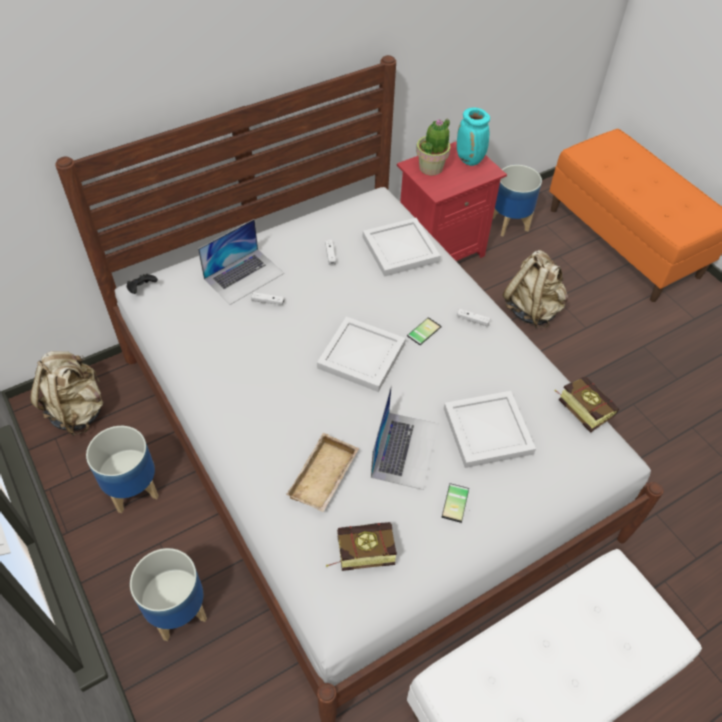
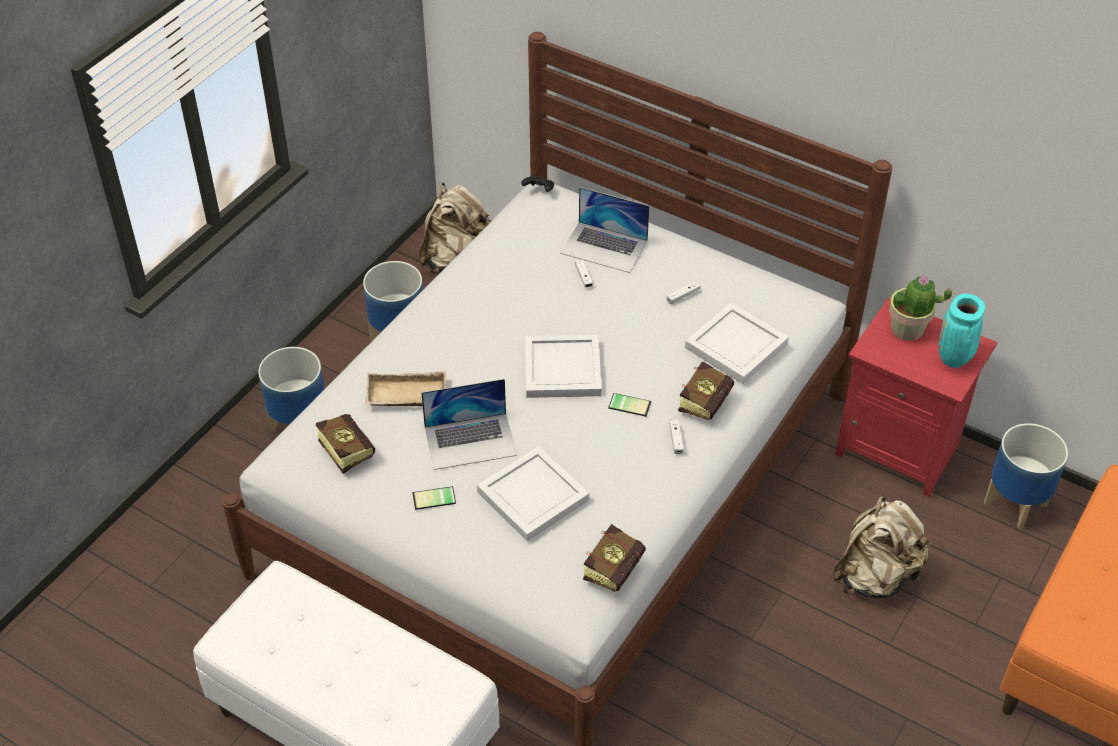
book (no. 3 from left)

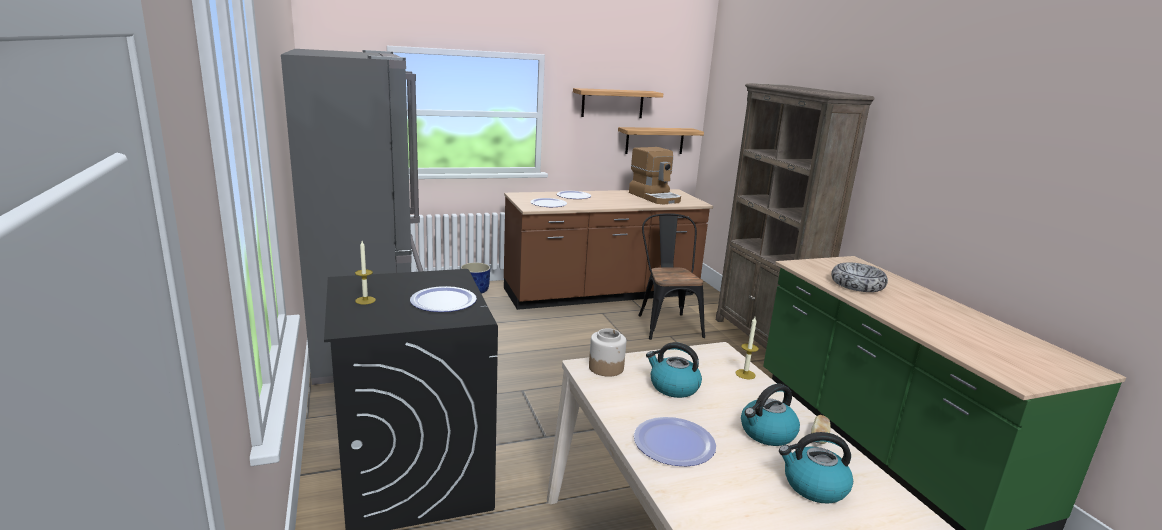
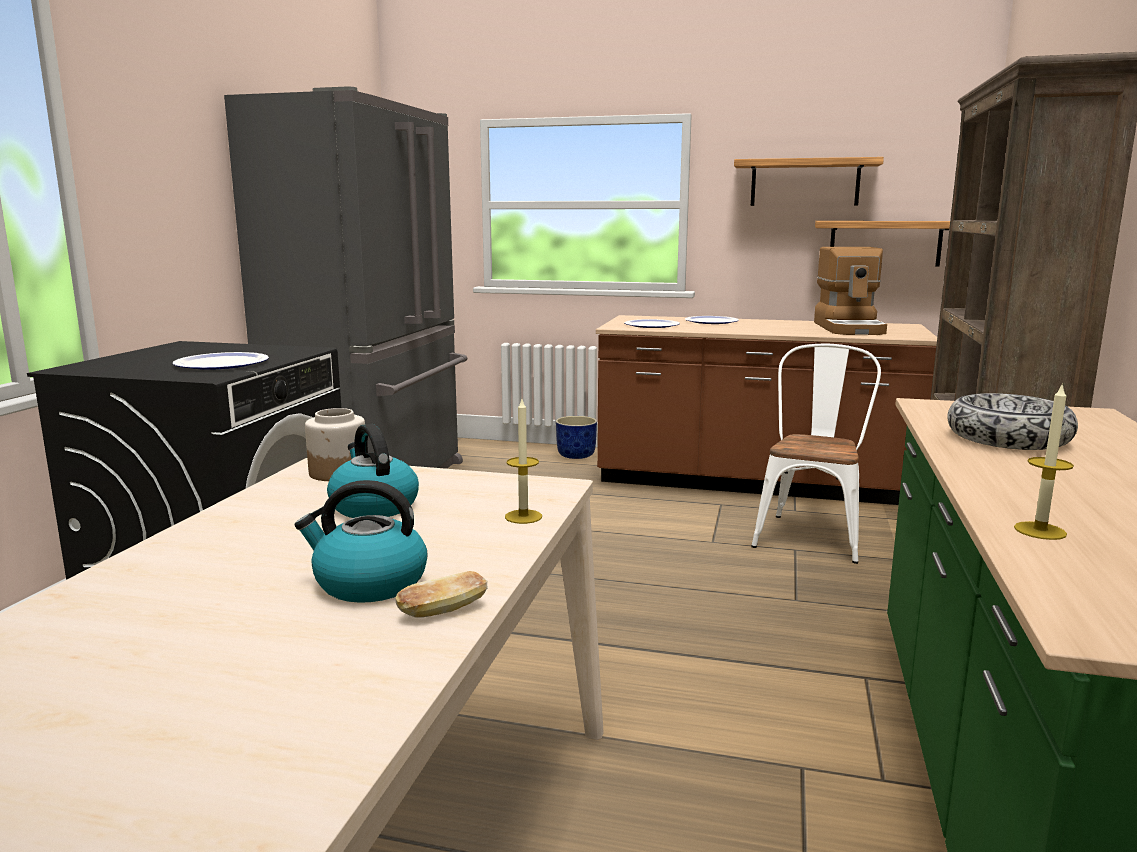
candle (no. 2 from left)
plate (no. 4 from left in the first image)
white chair
kettle (no. 3 from left in the first image)

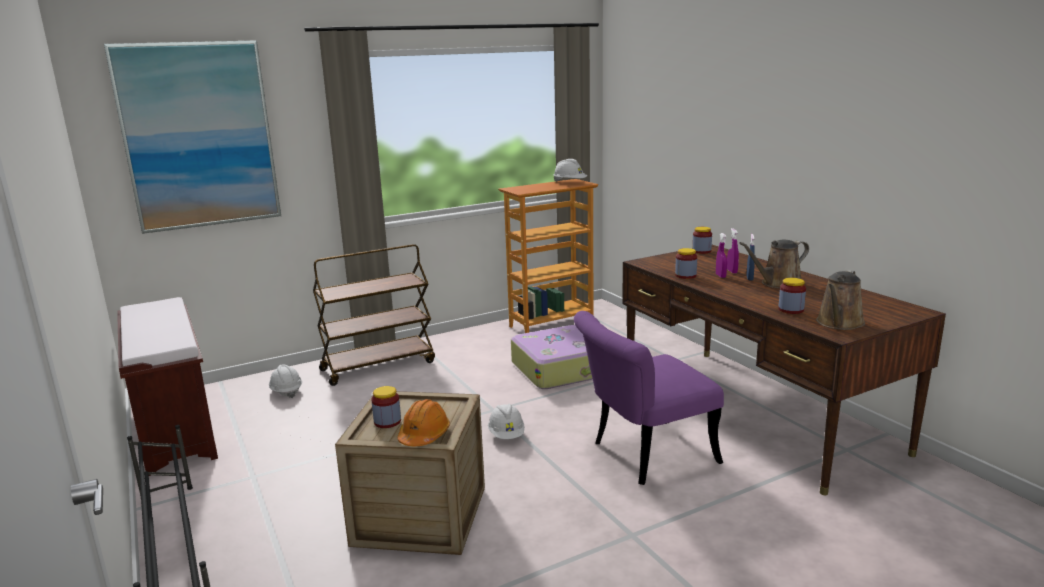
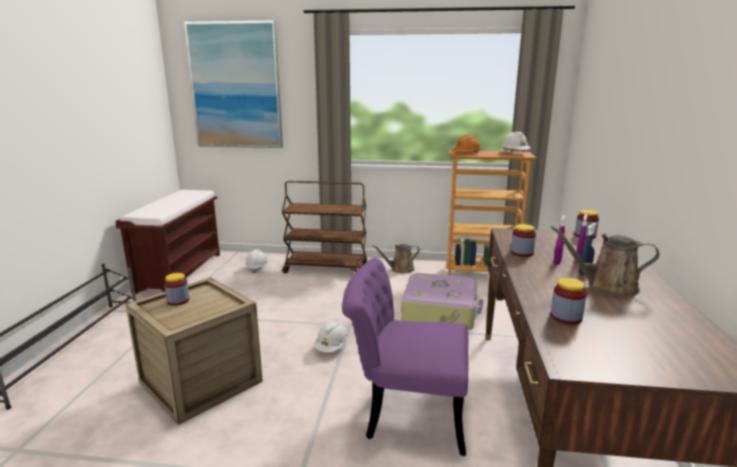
orange hard hat
brown watering can (no. 1 from left)

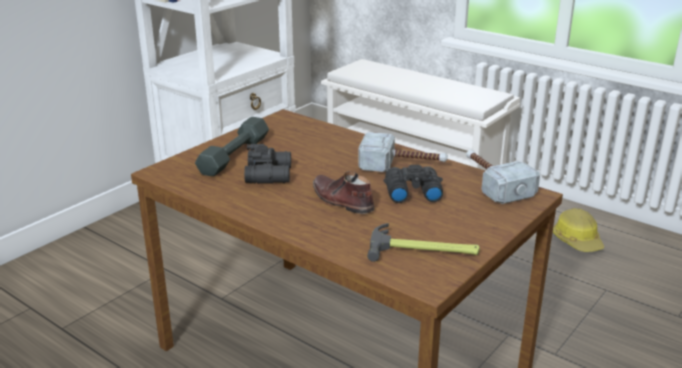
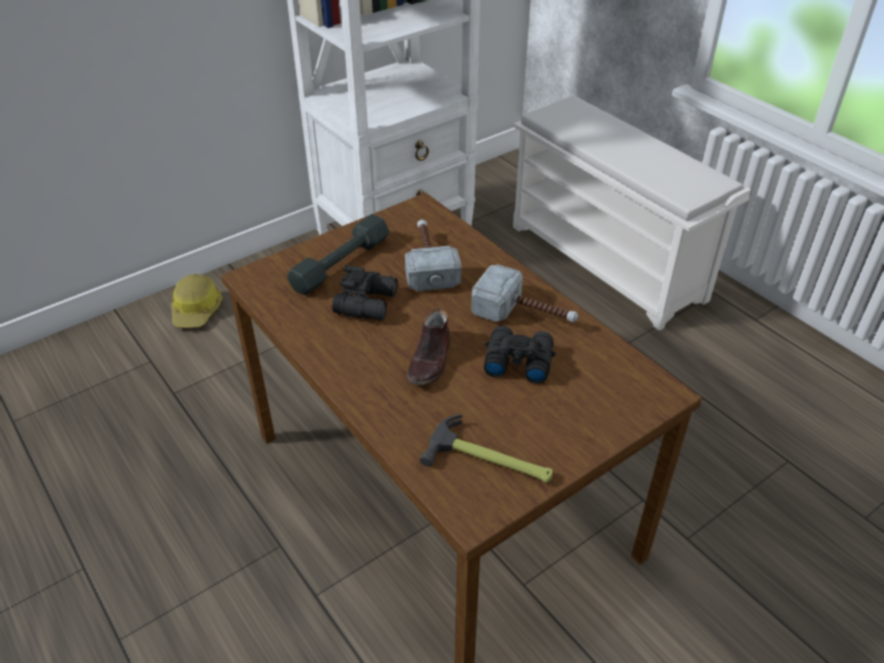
brown shoe
hammer (no. 1 from left)
hard hat

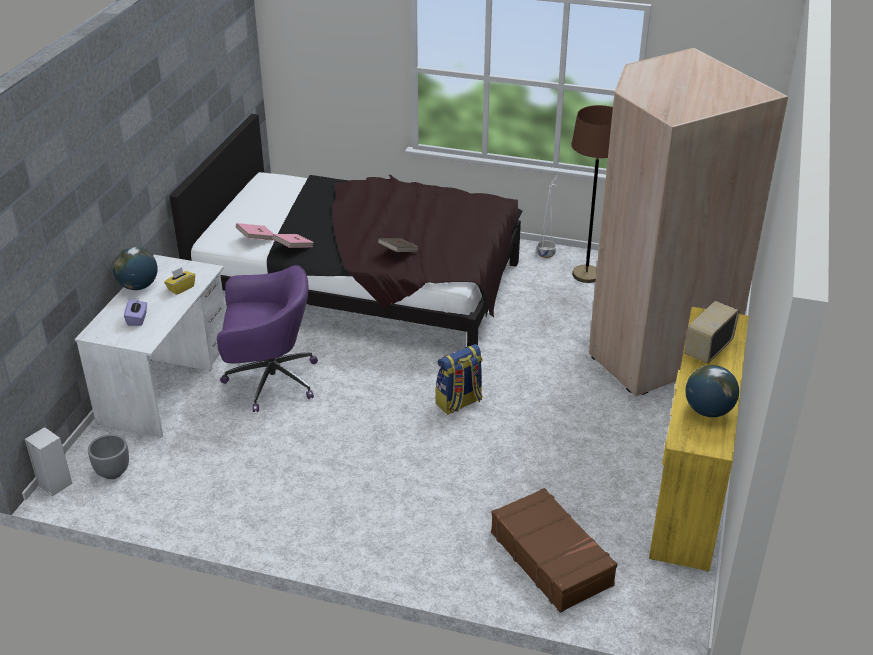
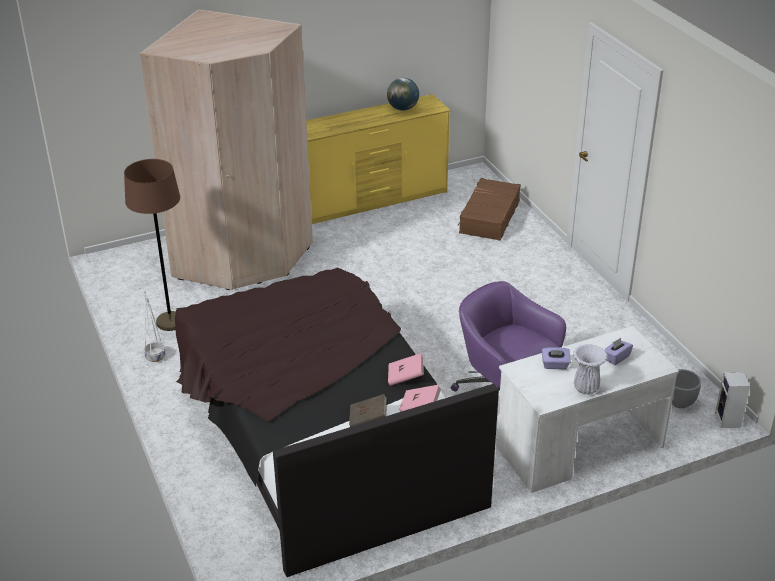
white vase
purple tissue box (no. 1 from left)
brown book
backpack
radio

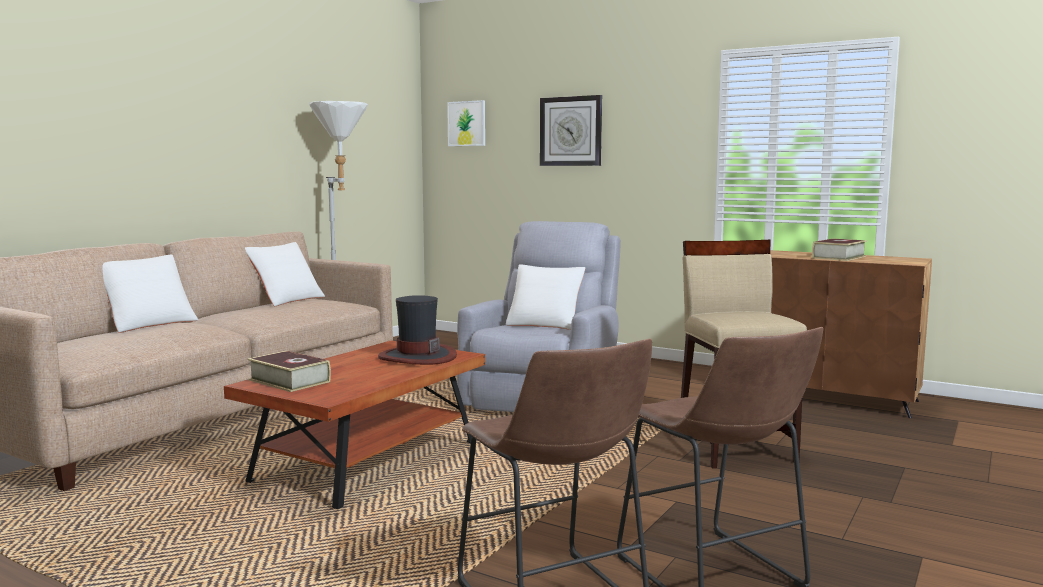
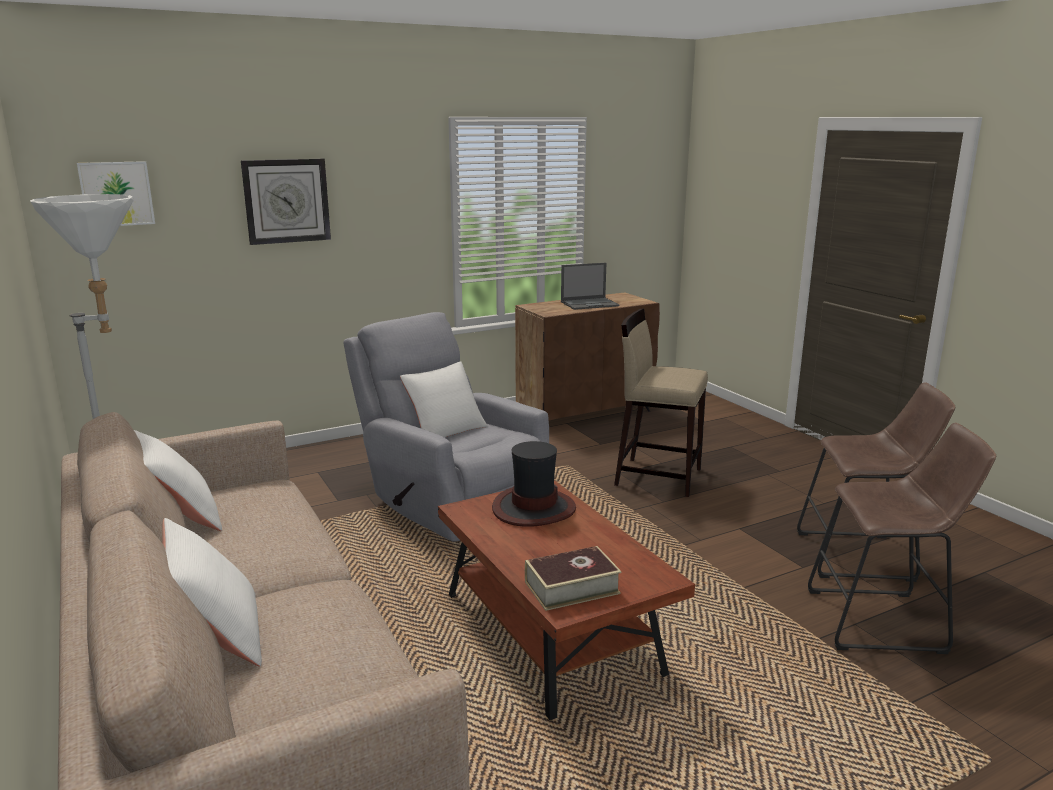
laptop

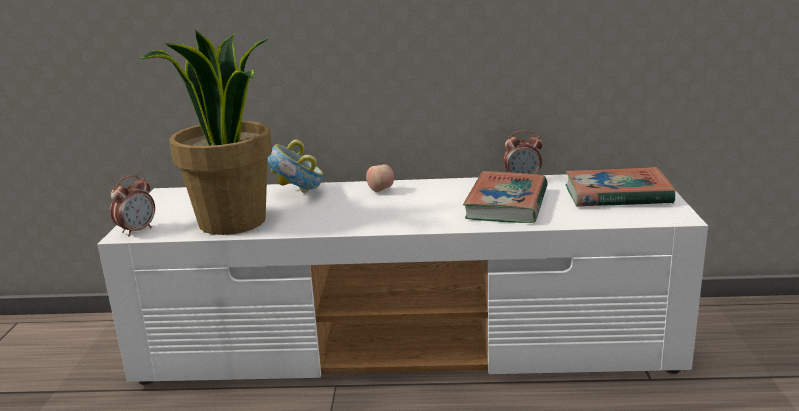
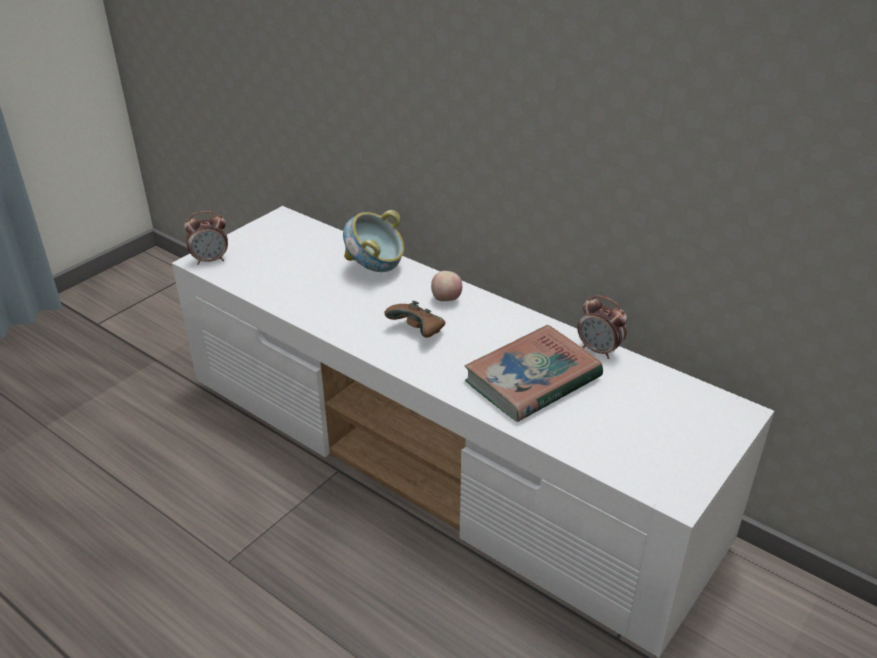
potted plant
book (no. 2 from left in the first image)
brown game controller

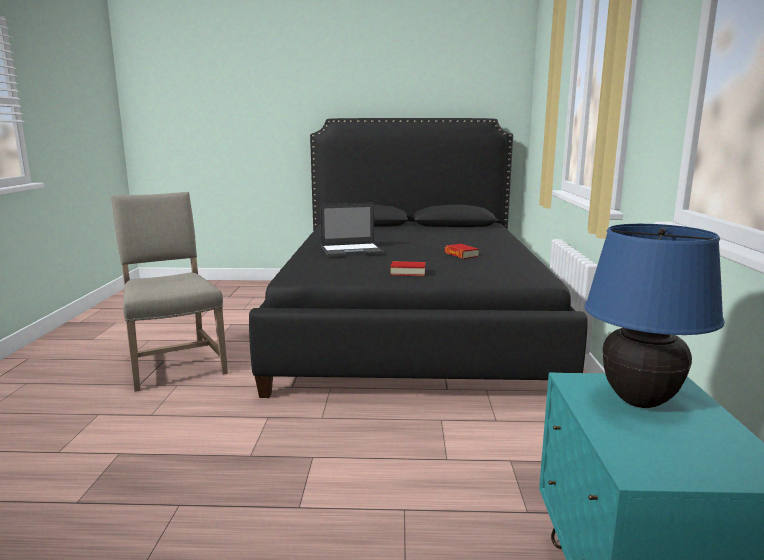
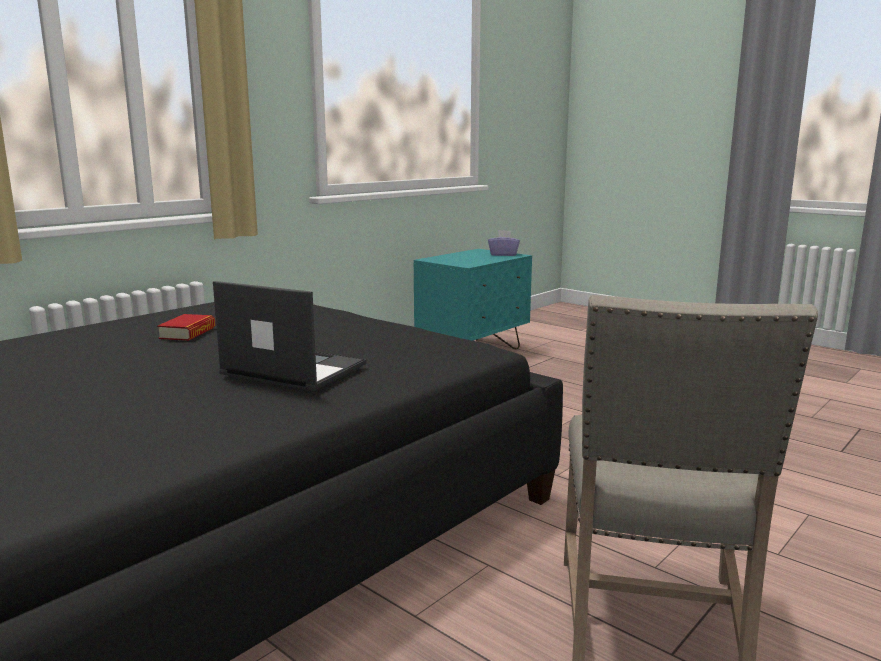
book (no. 1 from left in the first image)
blue table lamp
purple tissue box

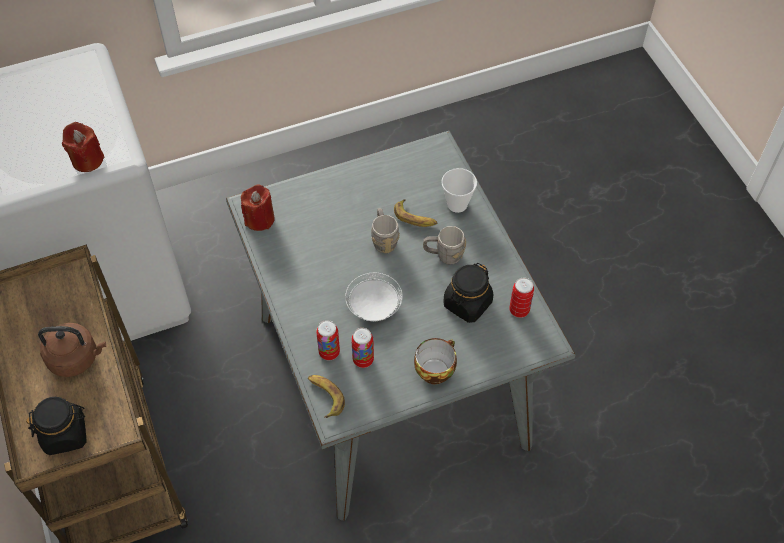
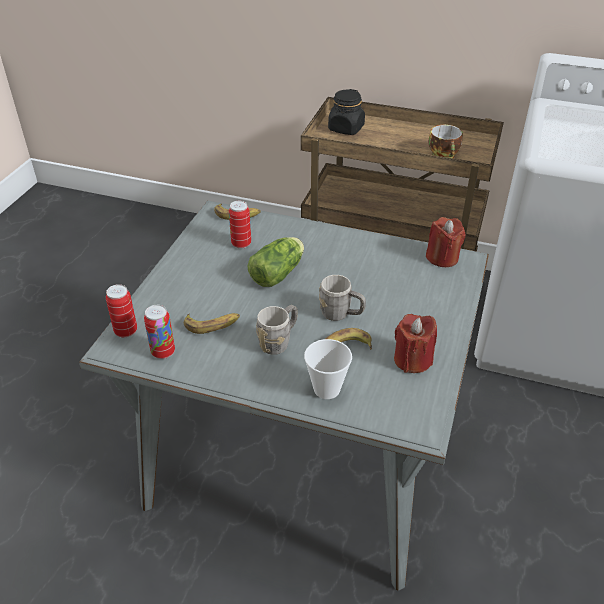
brown kettle
red candle (no. 1 from left)
can (no. 1 from left)
lettuce
cup (no. 2 from left)
banana (no. 1 from left)

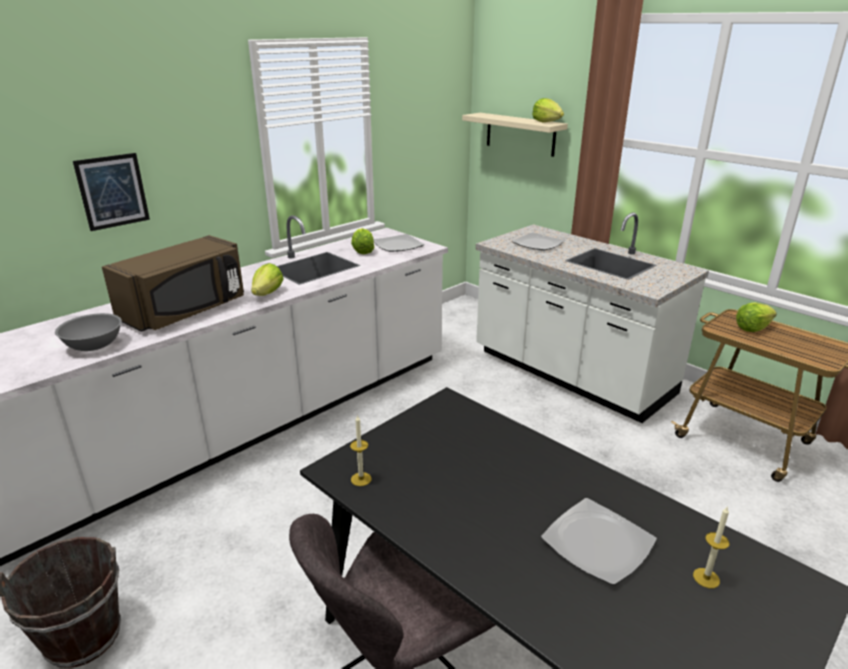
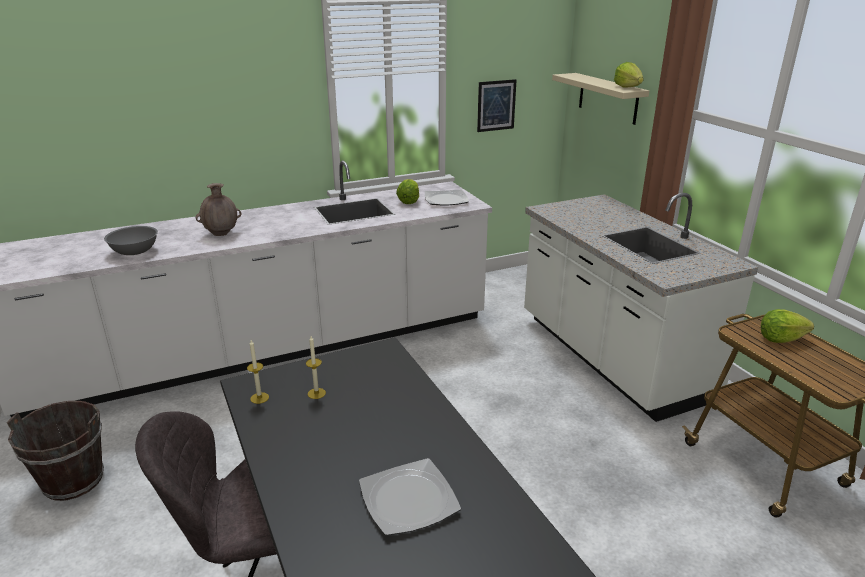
picture
brown vase
lettuce (no. 1 from left in the first image)
plate (no. 2 from left in the first image)
candle (no. 2 from left)

